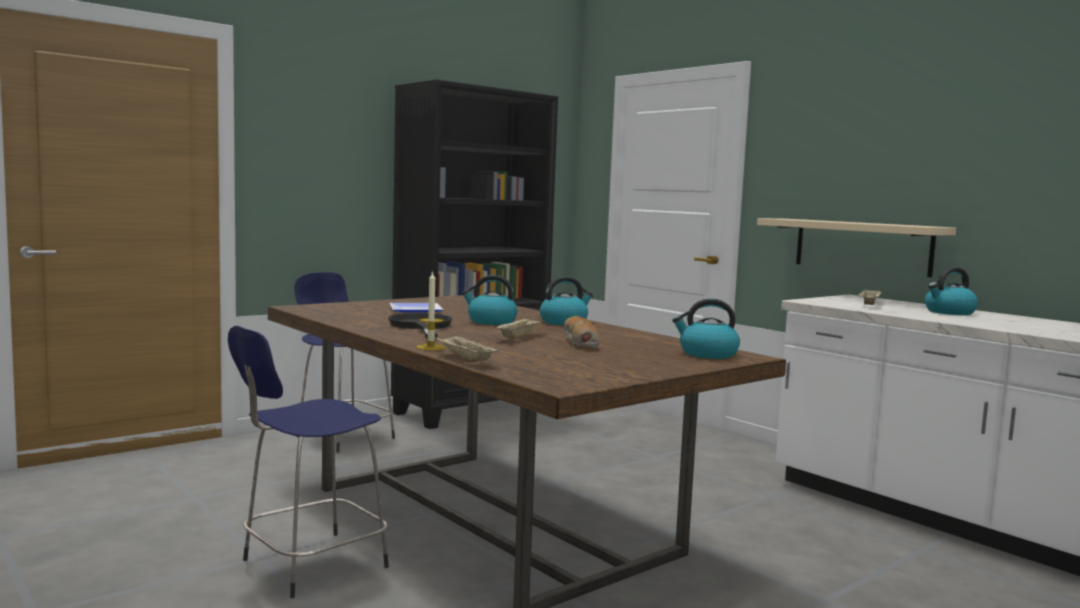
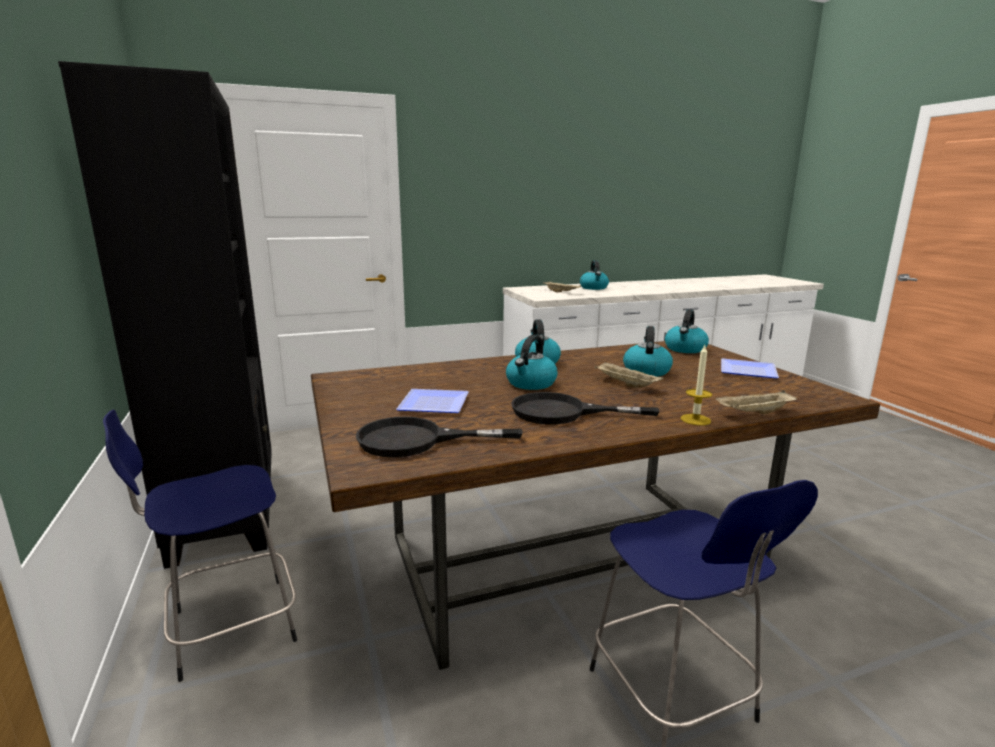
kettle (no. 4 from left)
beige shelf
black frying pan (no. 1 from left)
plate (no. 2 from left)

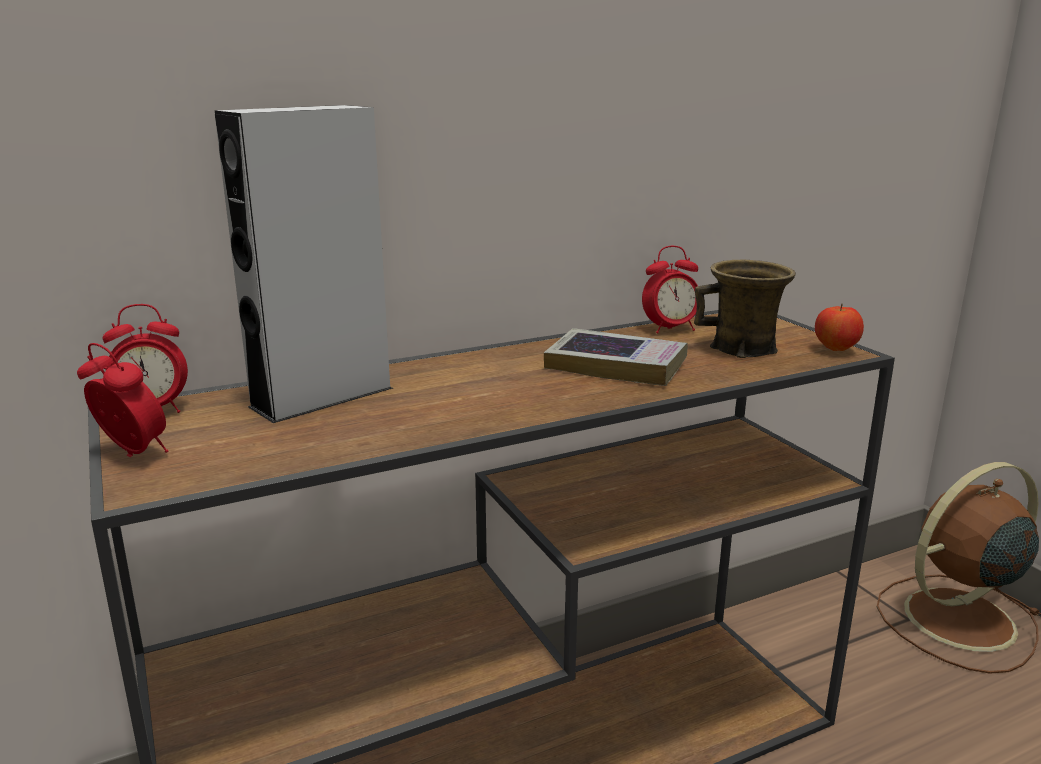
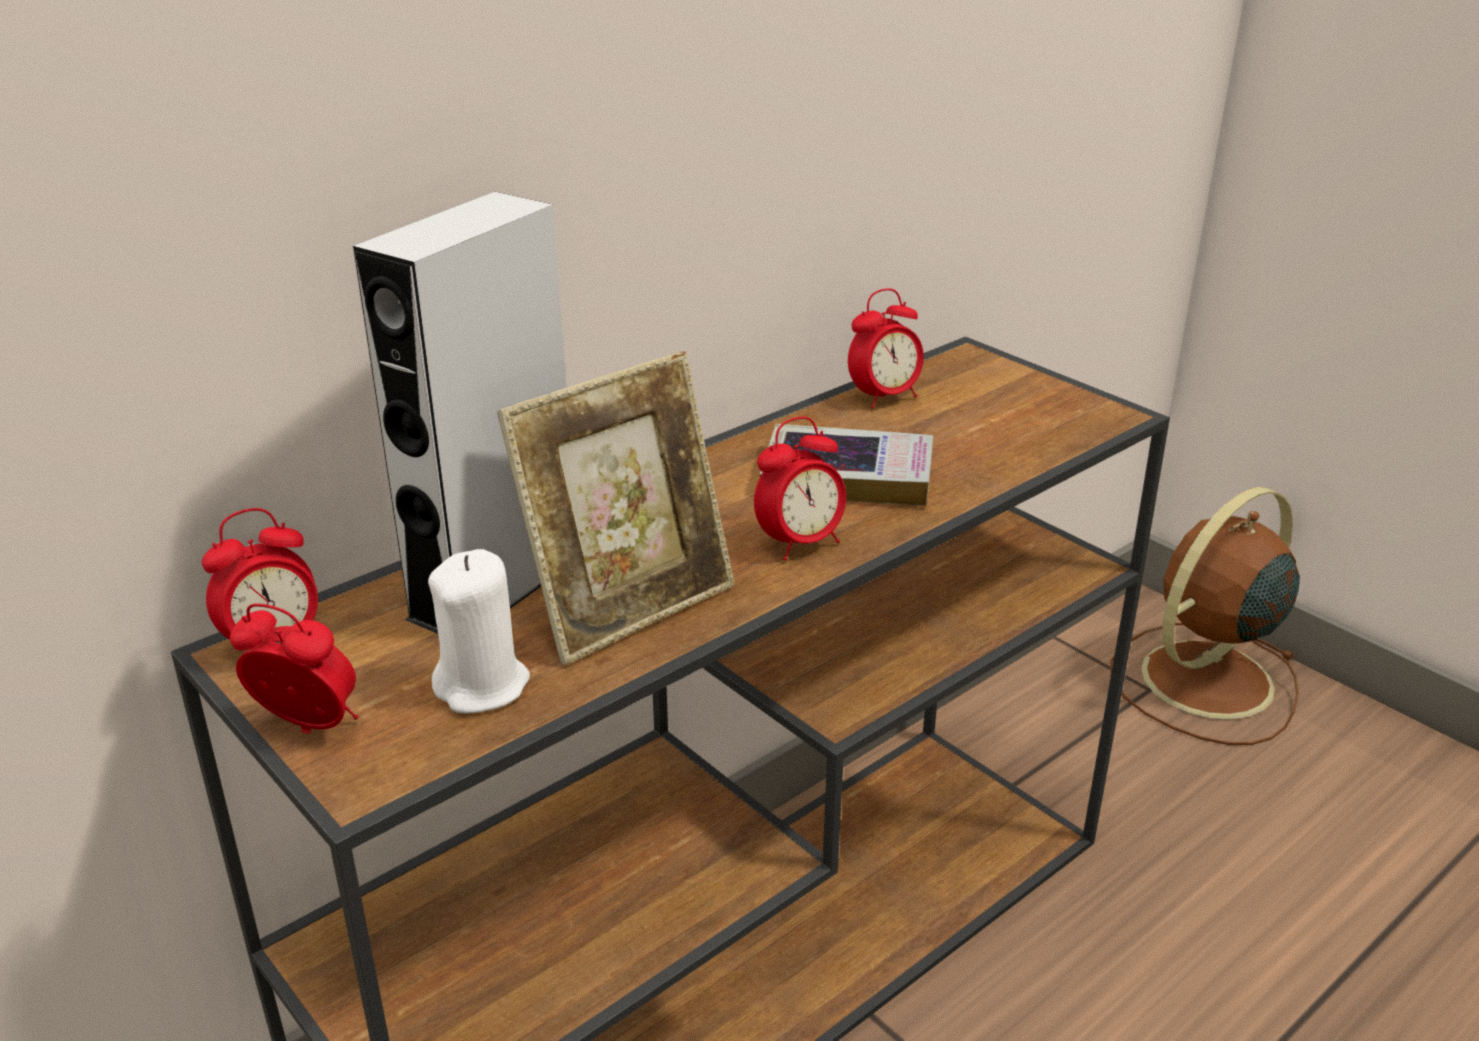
brown mug
apple
white candle
picture frame
alarm clock (no. 3 from left)

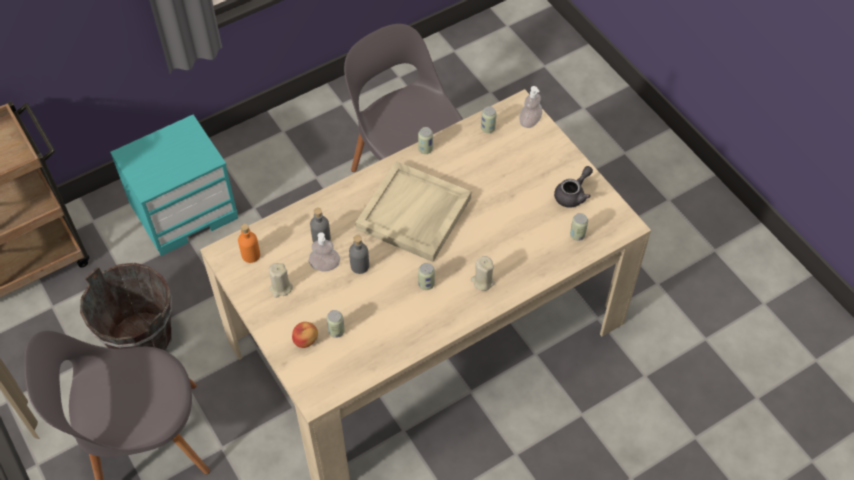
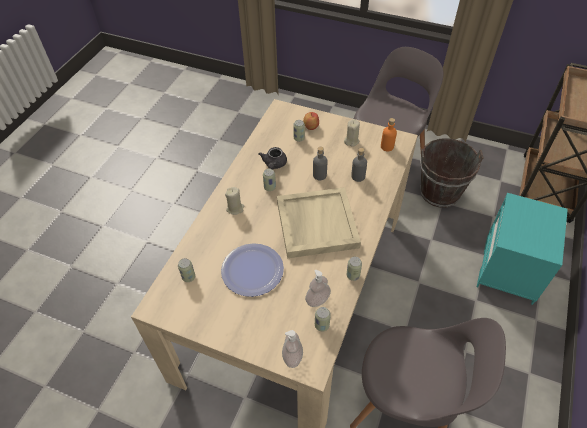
soap dispenser (no. 2 from left)
grey teapot
plate

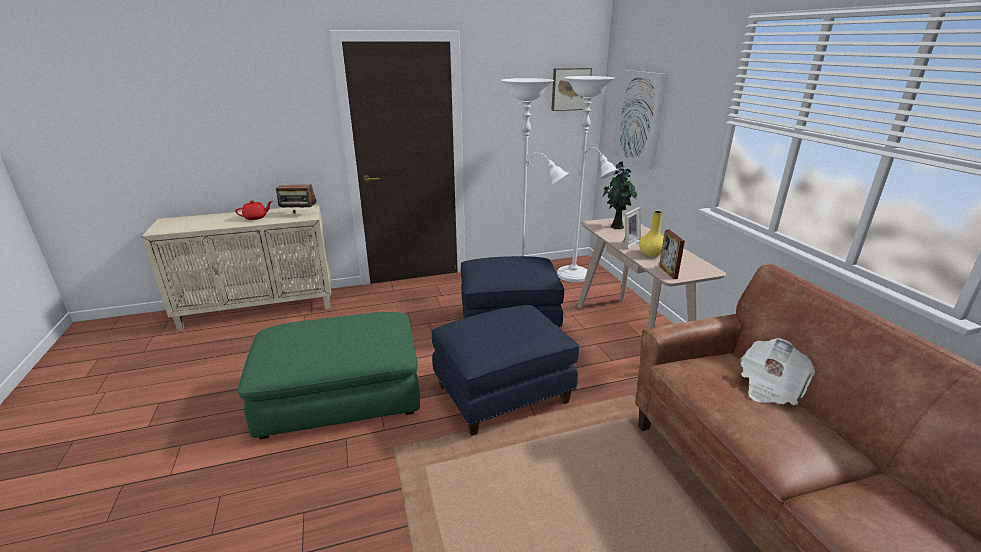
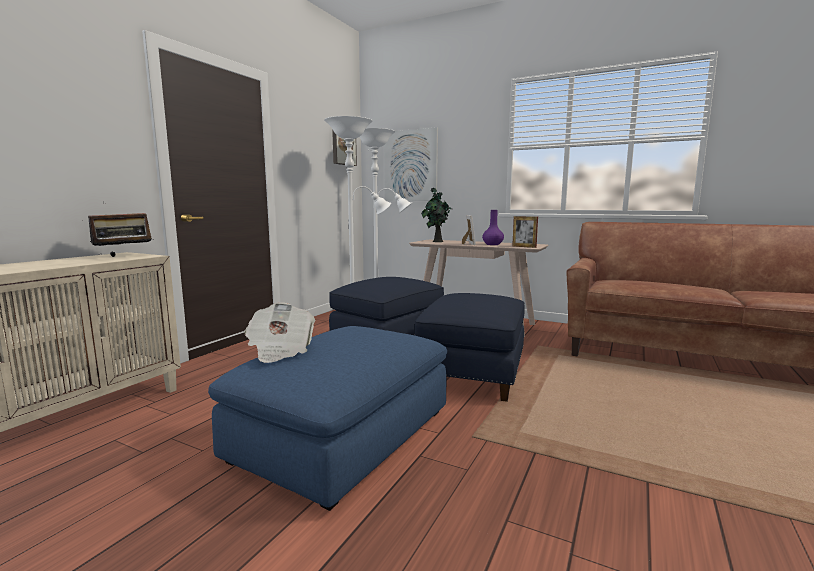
red teapot
blue ottoman (no. 1 from left)
purple vase
newspaper

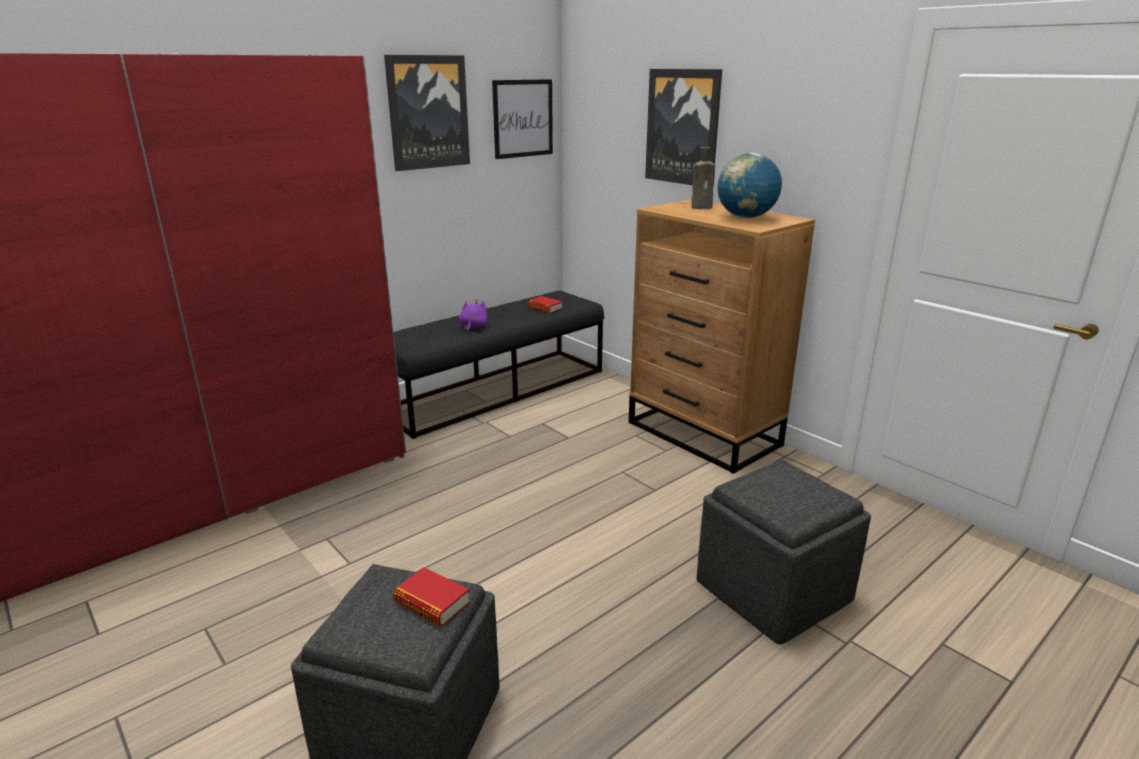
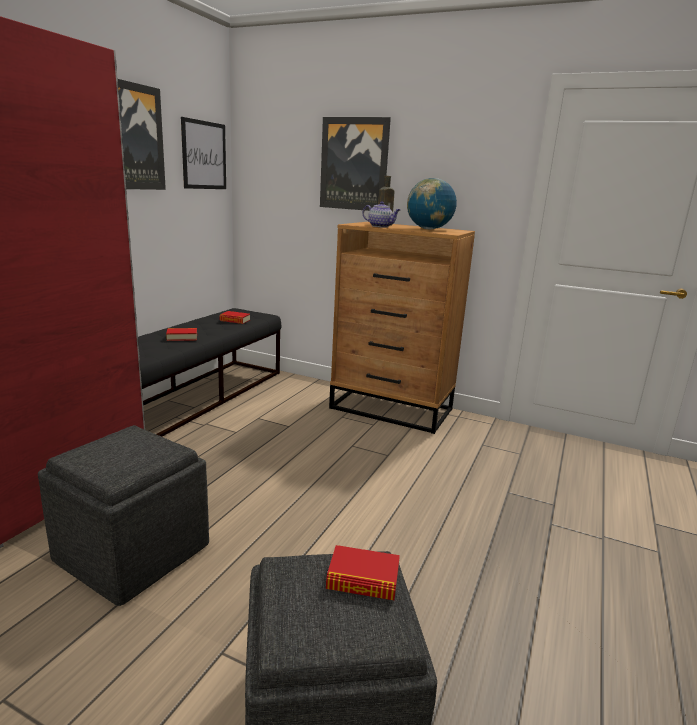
book (no. 1 from left)
grey ottoman (no. 1 from left)
teapot

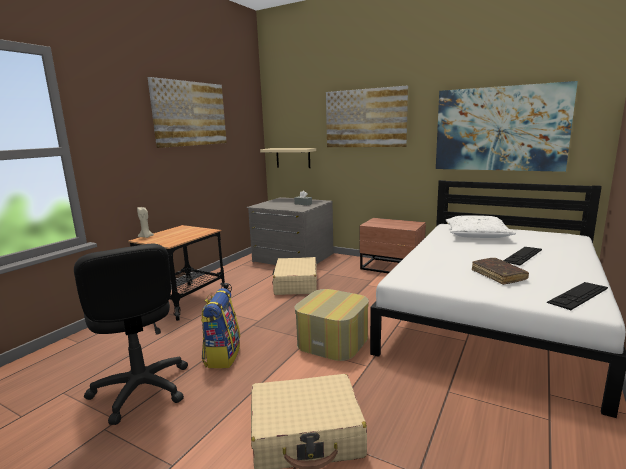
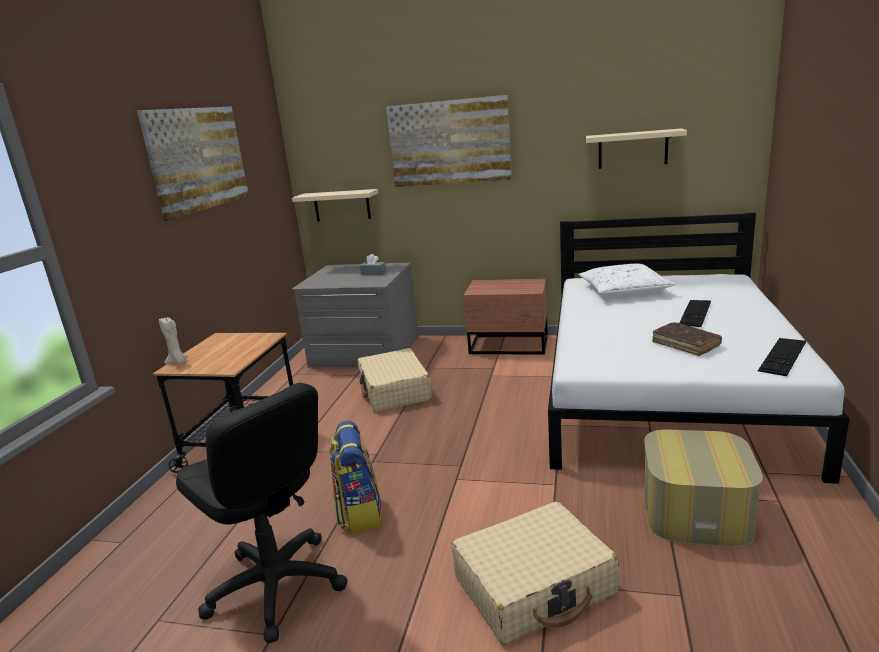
ottoman
beige shelf (no. 2 from left)

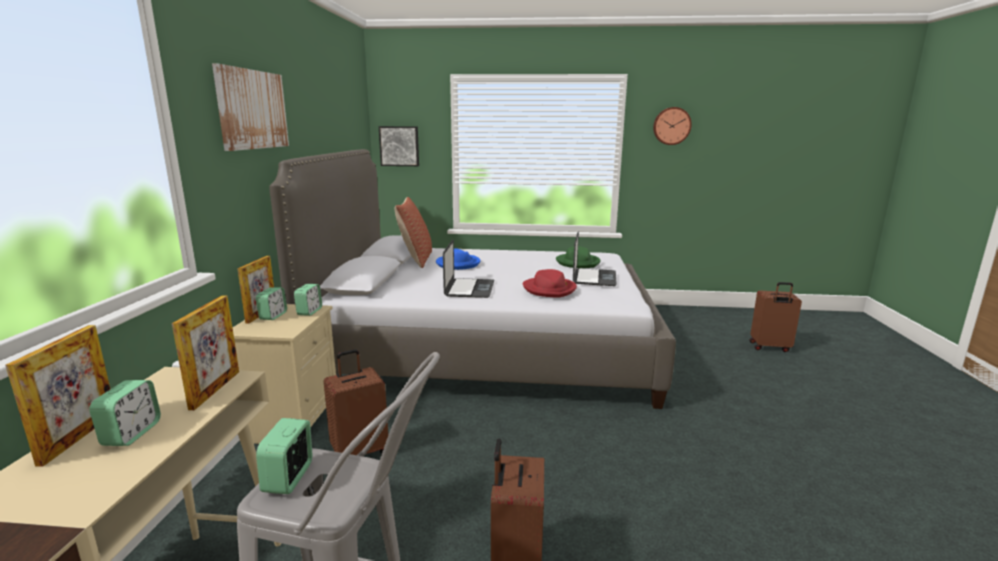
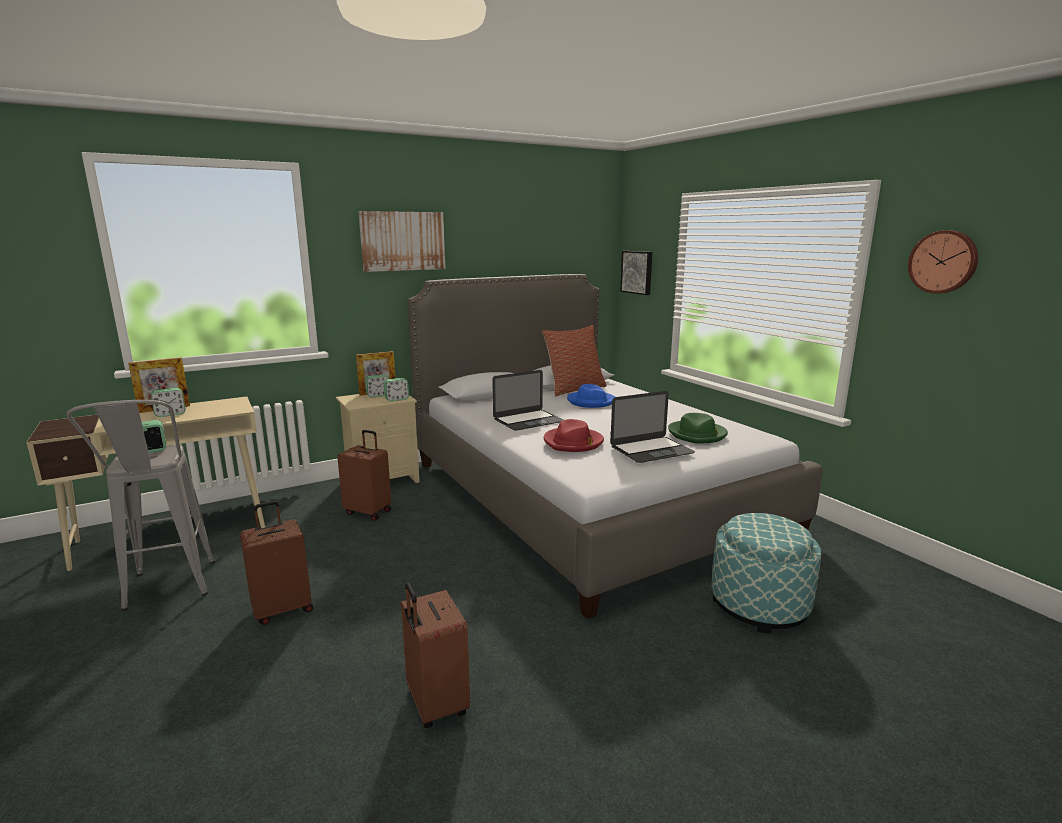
picture frame (no. 2 from left in the first image)
brown suitcase (no. 3 from left)
ottoman

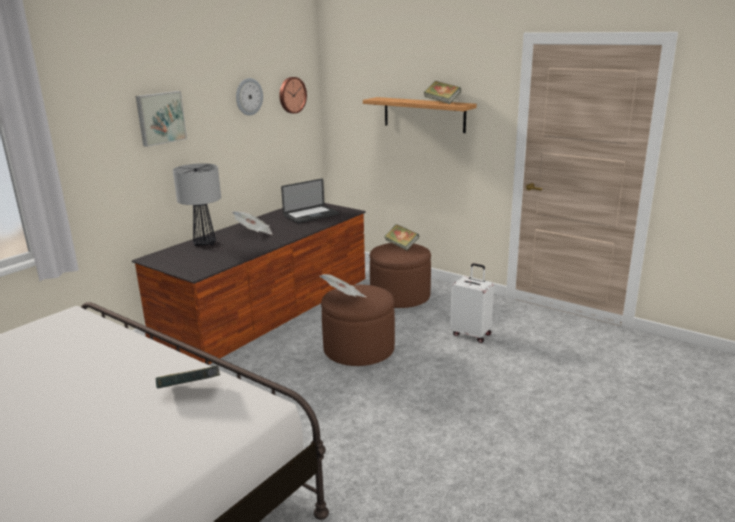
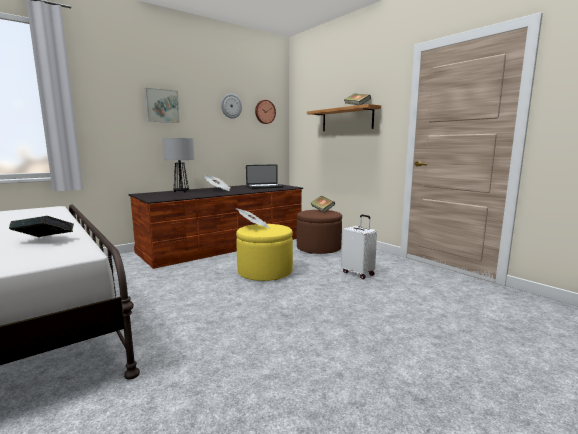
yellow ottoman

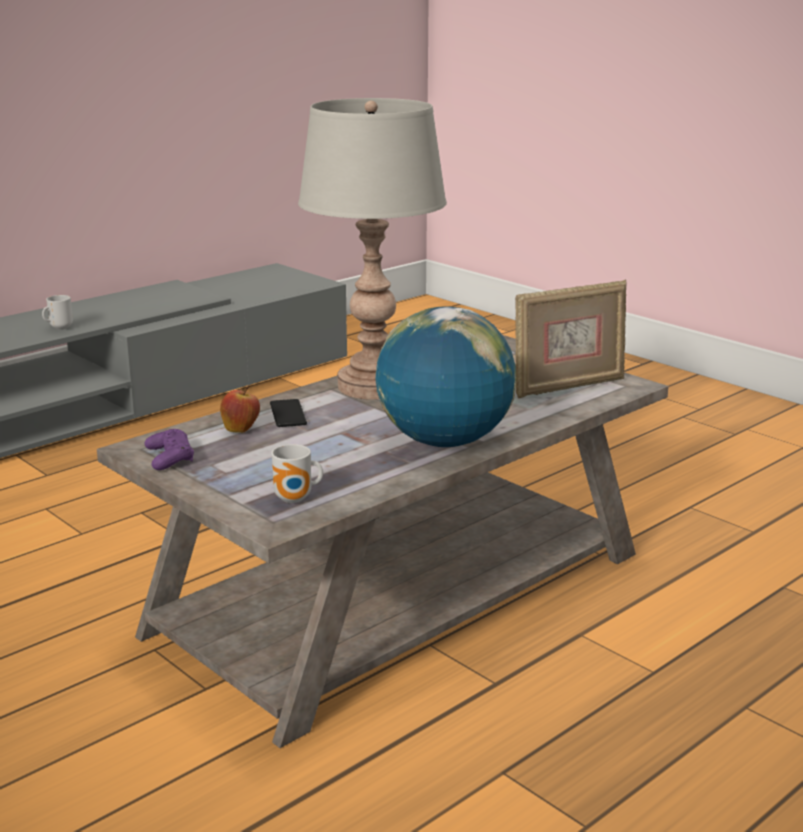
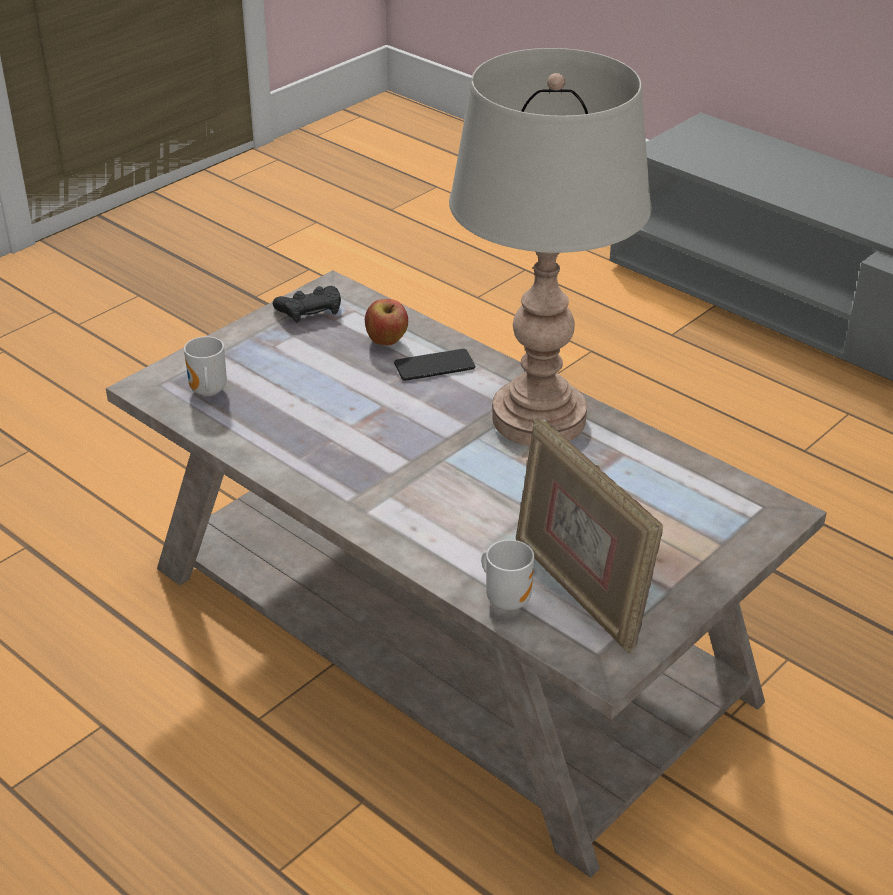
mug (no. 2 from left)
black game controller
globe

